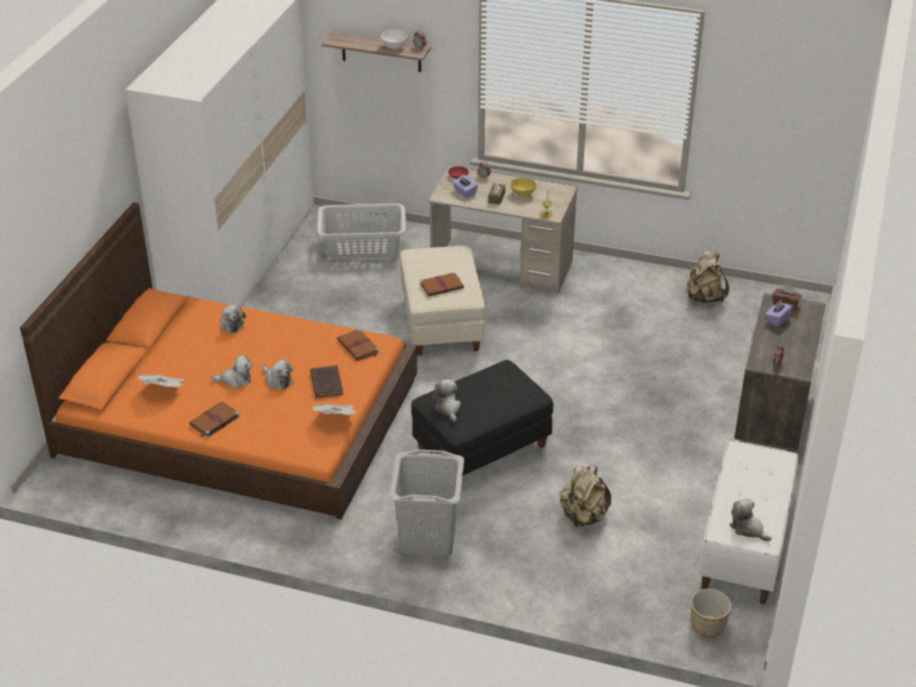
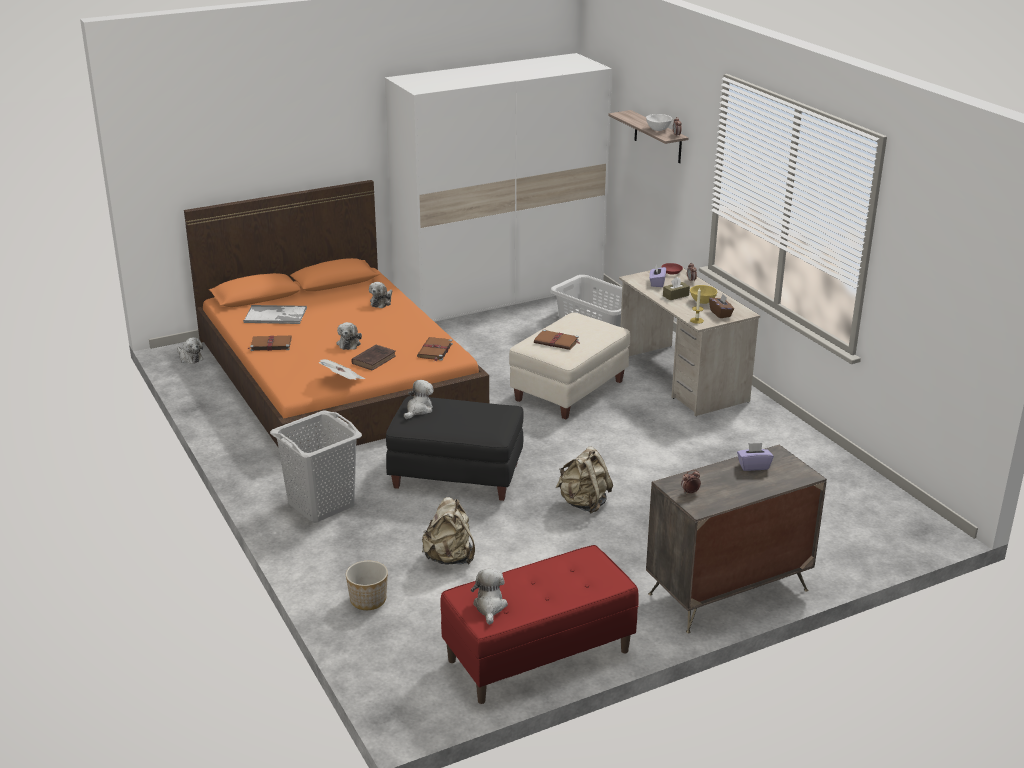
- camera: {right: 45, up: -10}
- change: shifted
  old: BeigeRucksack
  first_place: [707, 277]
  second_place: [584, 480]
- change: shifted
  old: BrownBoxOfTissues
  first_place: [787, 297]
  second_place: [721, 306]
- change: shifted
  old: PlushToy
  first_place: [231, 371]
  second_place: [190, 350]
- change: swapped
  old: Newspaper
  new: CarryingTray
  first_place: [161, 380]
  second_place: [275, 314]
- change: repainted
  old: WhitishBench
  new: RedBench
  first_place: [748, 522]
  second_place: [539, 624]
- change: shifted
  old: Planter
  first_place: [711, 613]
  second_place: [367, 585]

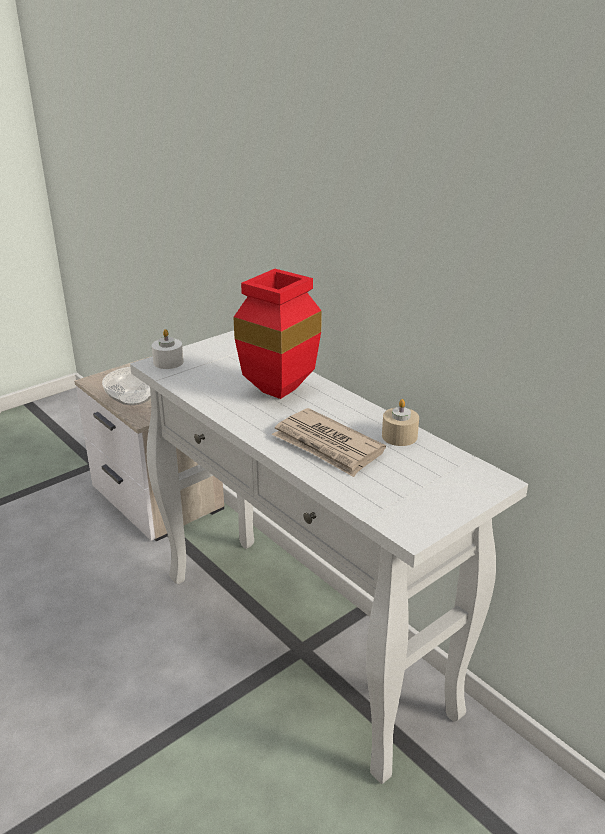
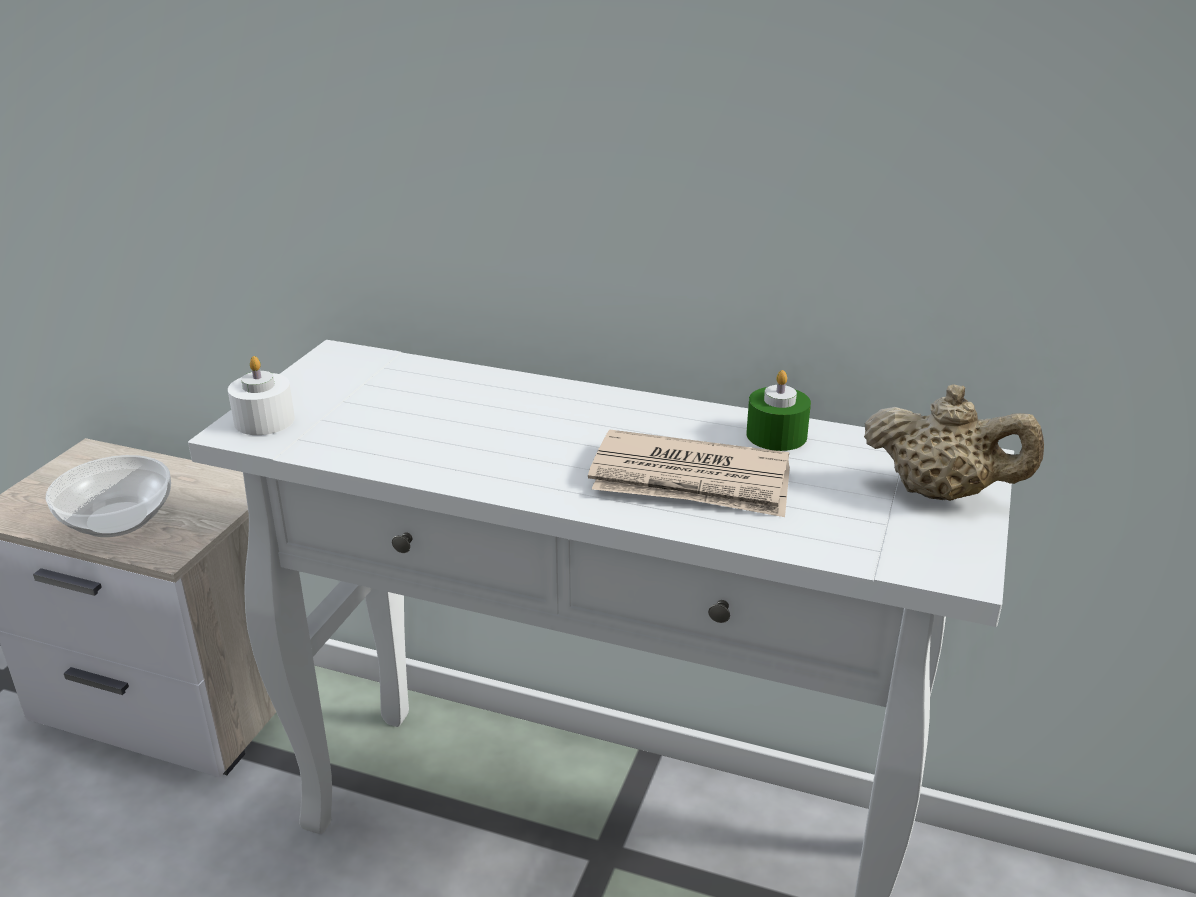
- camera: {right: -30, up: 0}
- change: gone
  old: RedDecorativeVase
  first_place: [277, 334]
- change: repainted
  old: BeigeCandle
  new: GreenishCandle
  first_place: [400, 422]
  second_place: [778, 410]
- change: new
  new: BeigePotForTea
  second_place: [954, 443]

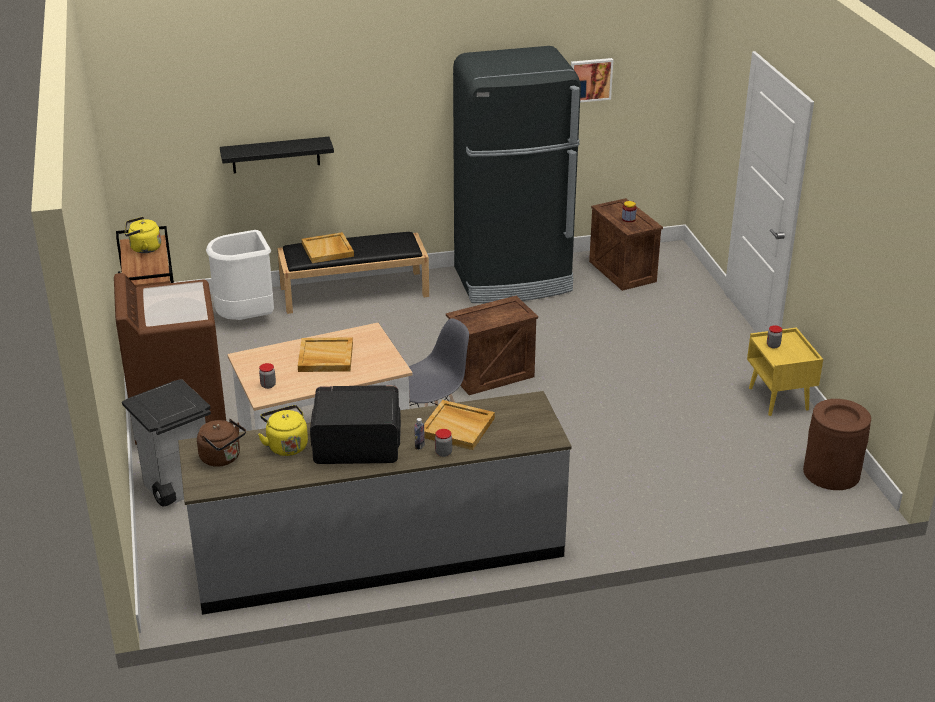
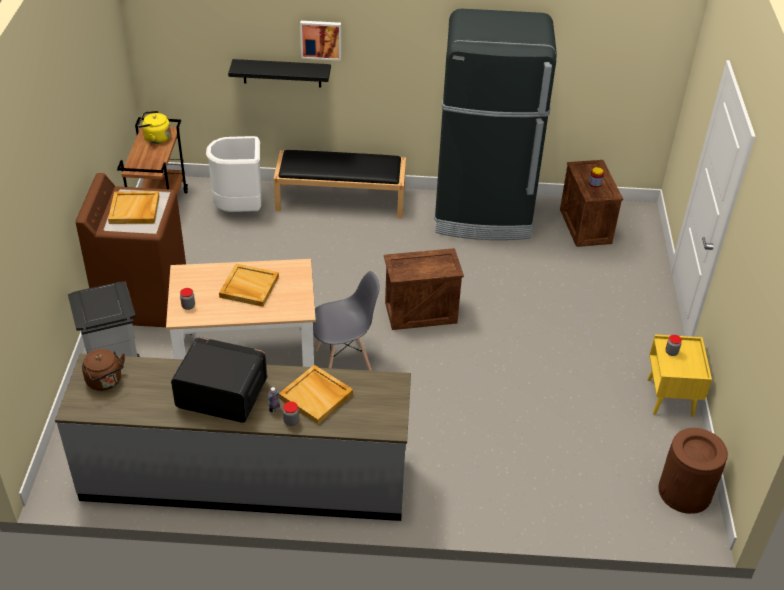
- camera: {right: 15, up: 10}
- change: shifted
  old: WallArt
  first_place: [592, 80]
  second_place: [320, 41]
- change: shifted
  old: BeigeCarryingTray
  first_place: [328, 247]
  second_place: [133, 207]
- change: gone
  old: YellowishKettle
  first_place: [283, 430]

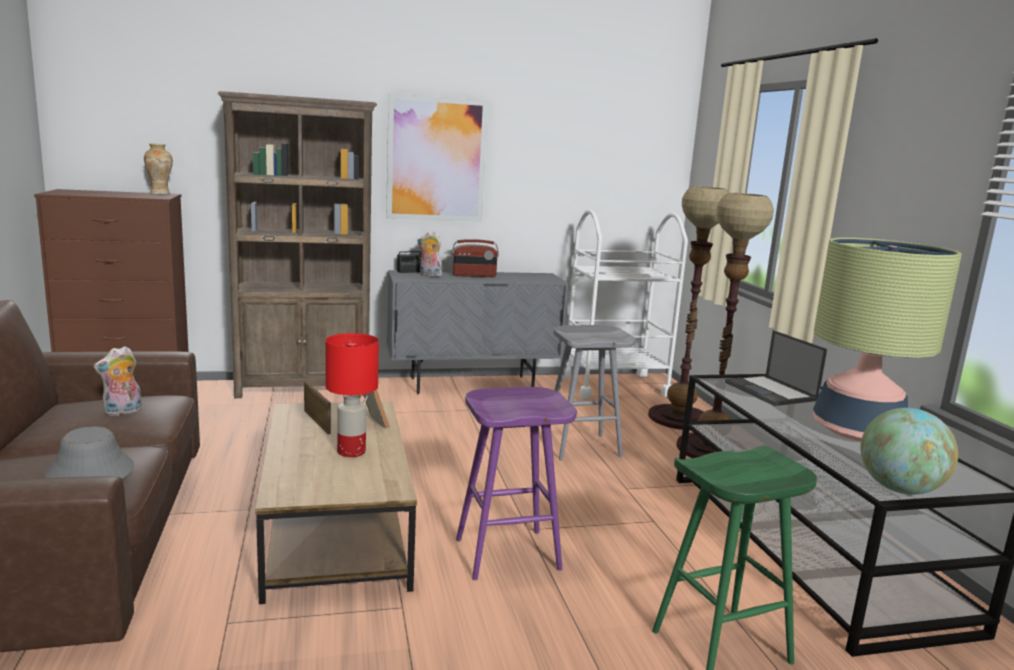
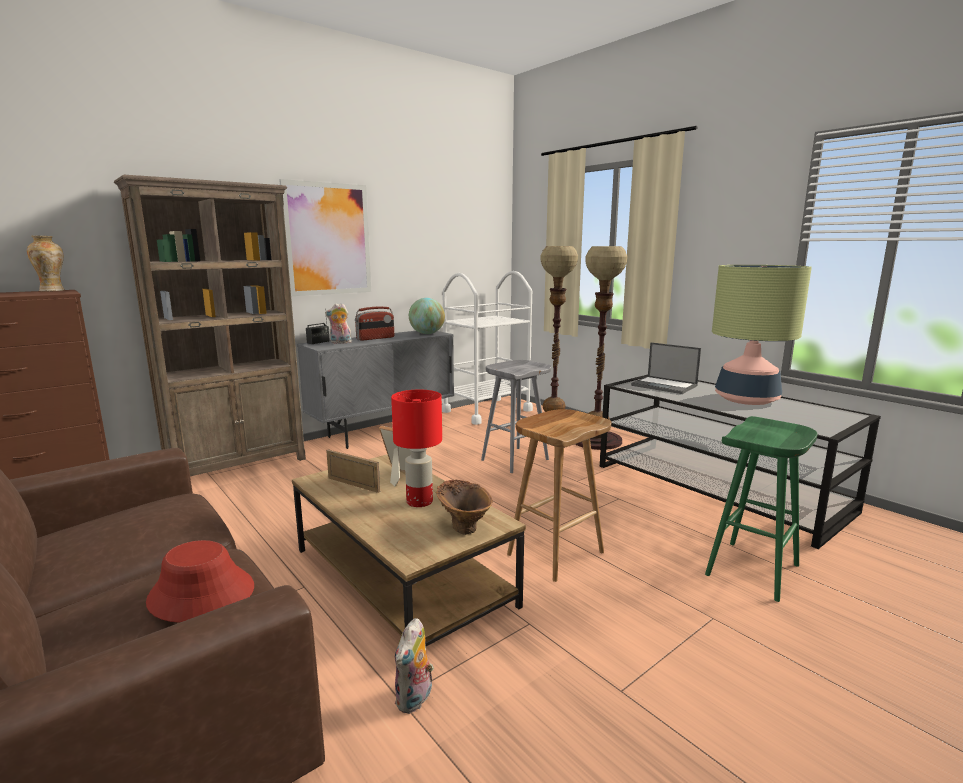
- camera: {right: -25, up: 0}
- change: shifted
  old: PlushToy
  first_place: [118, 381]
  second_place: [414, 666]
- change: repainted
  old: PurplishSittingStool
  new: BrownSittingStool
  first_place: [516, 483]
  second_place: [559, 495]
- change: shifted
  old: Globe
  first_place: [909, 451]
  second_place: [427, 316]
- change: repainted
  old: GreyWearableHat
  new: RedWearableHat
  first_place: [89, 453]
  second_place: [200, 581]
- change: new
  new: BrownDecorativeVase
  second_place: [464, 507]

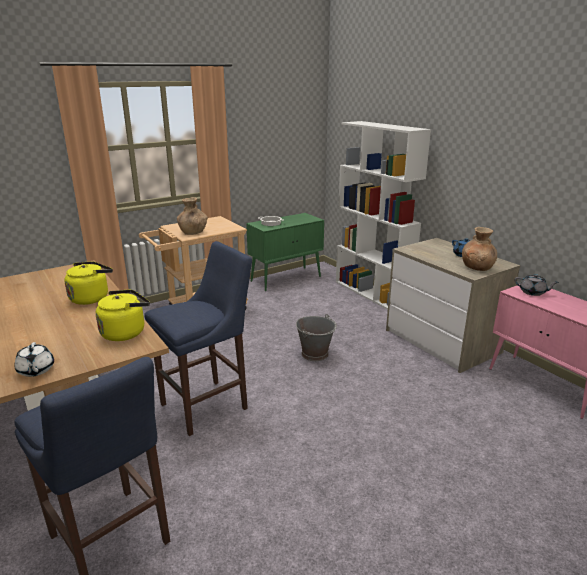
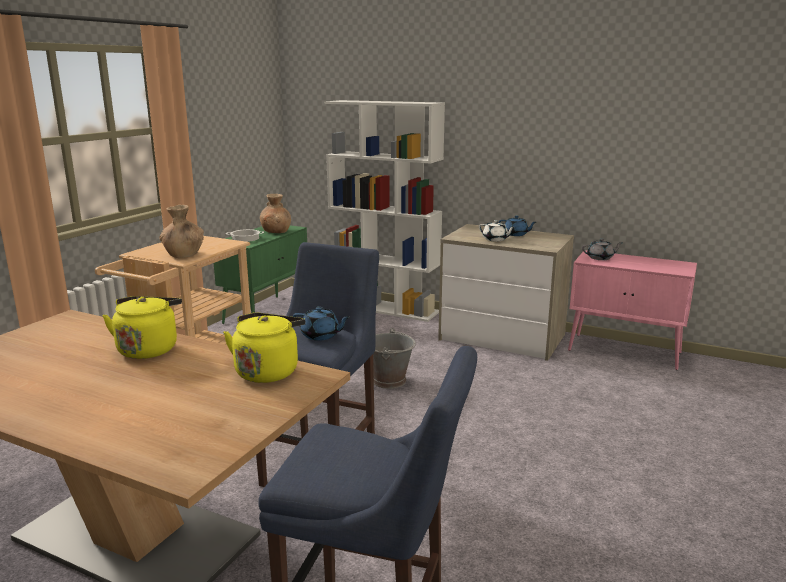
- camera: {right: -30, up: -5}
- change: shifted
  old: BrownDecorativeVase
  first_place: [479, 249]
  second_place: [275, 213]
- change: shifted
  old: WhitishPotForTea
  first_place: [34, 359]
  second_place: [497, 231]
- change: new
  new: BlueColouredPotForTea
  second_place: [321, 324]

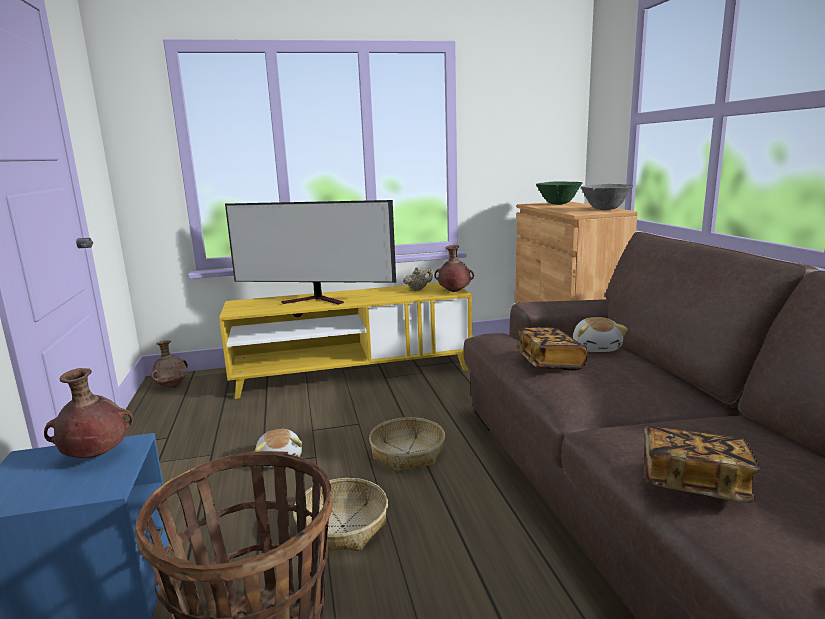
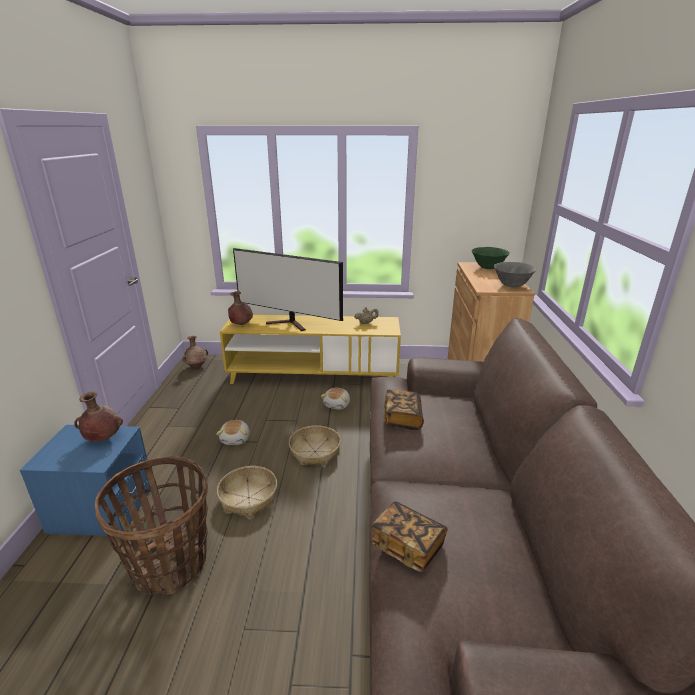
- camera: {right: 15, up: 10}
- change: shifted
  old: BrownDecorativeVase
  first_place: [454, 268]
  second_place: [240, 308]
- change: shifted
  old: PlushToy
  first_place: [600, 334]
  second_place: [335, 398]

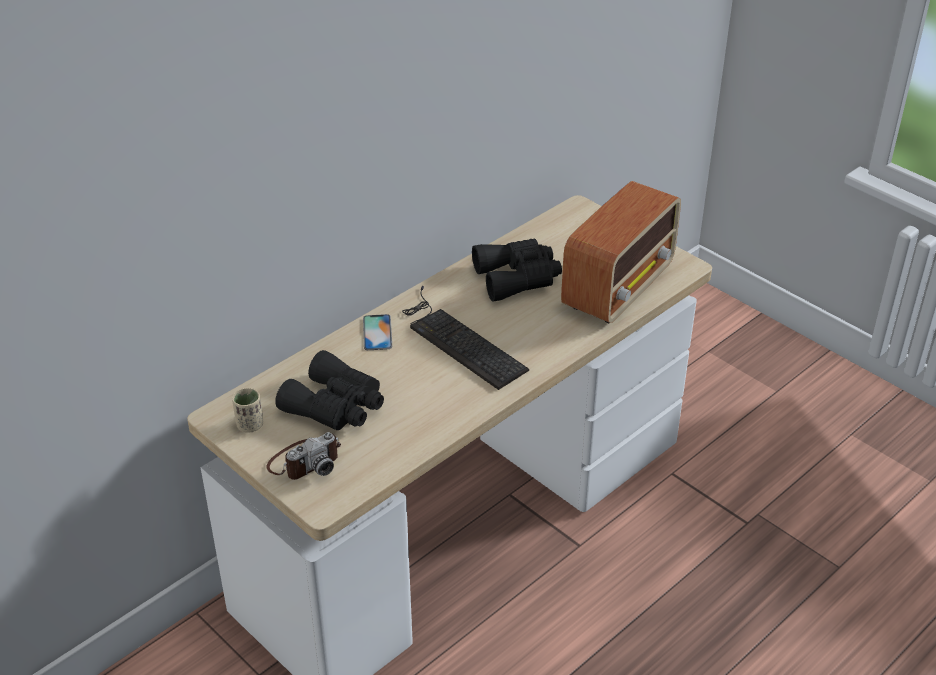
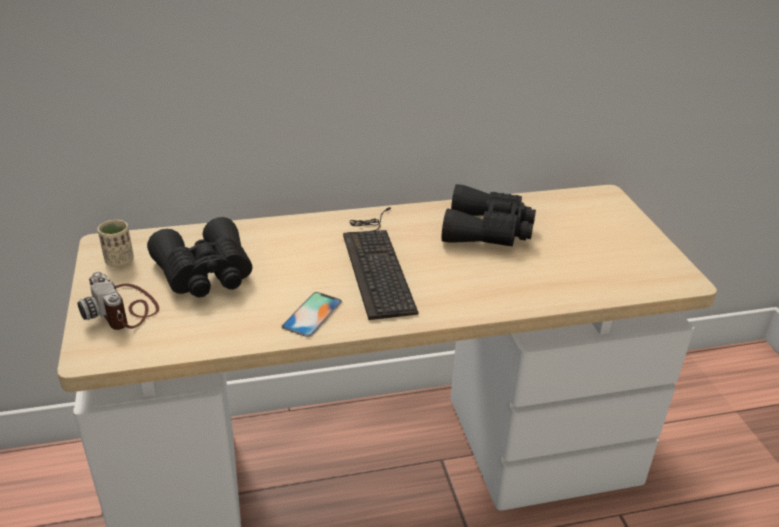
- camera: {right: 30, up: -5}
- change: gone
  old: Radio
  first_place: [621, 252]
- change: shifted
  old: Telephone
  first_place: [377, 332]
  second_place: [312, 314]
- change: rotated
  old: StillCamera
  first_place: [303, 456]
  second_place: [118, 301]
  degrees: 60

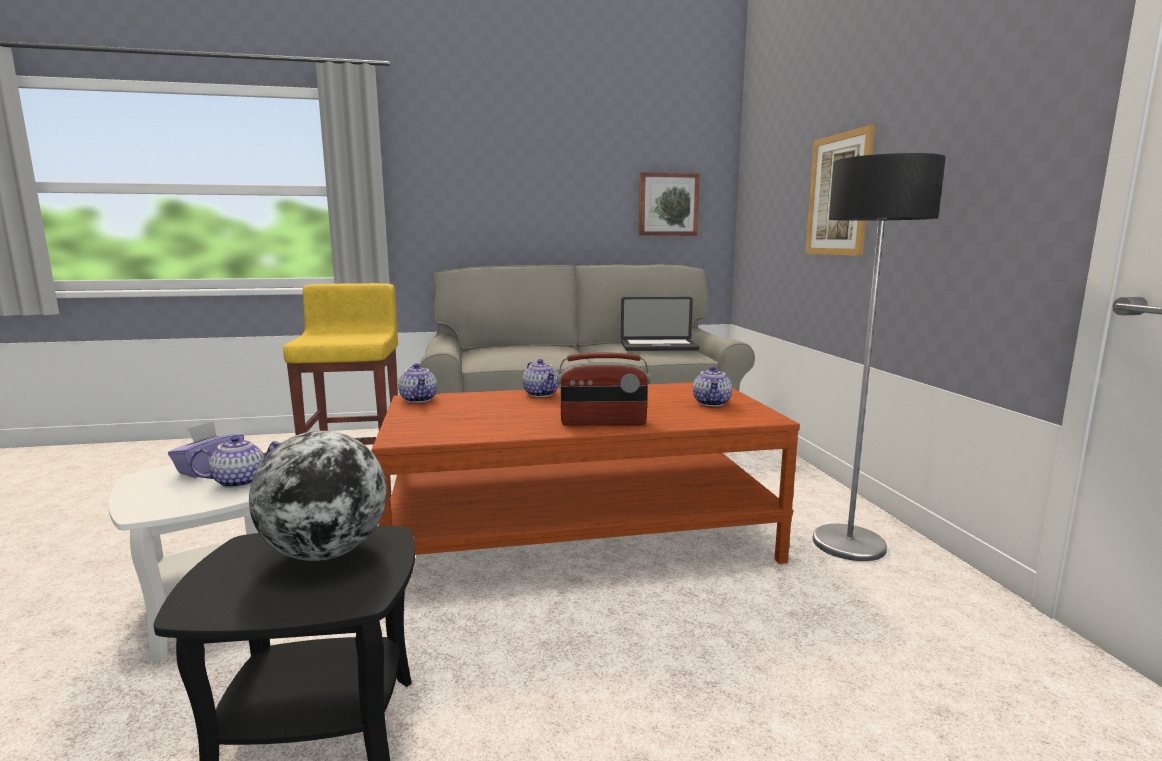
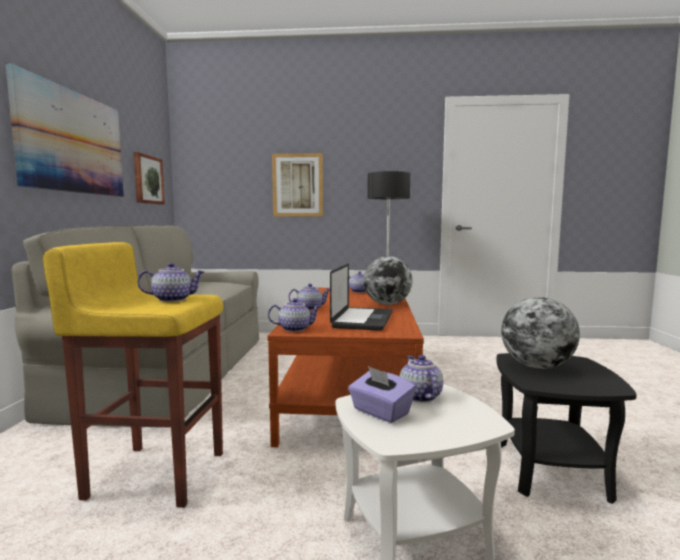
- camera: {right: -75, up: -5}
- change: shifted
  old: NotebookComputer
  first_place: [660, 324]
  second_place: [361, 297]
- change: swapped
  old: Radio
  new: Globe
  first_place: [603, 389]
  second_place: [388, 280]
- change: new
  new: WallArt
  second_place: [65, 130]
- change: new
  new: PotForTea
  second_place: [170, 282]

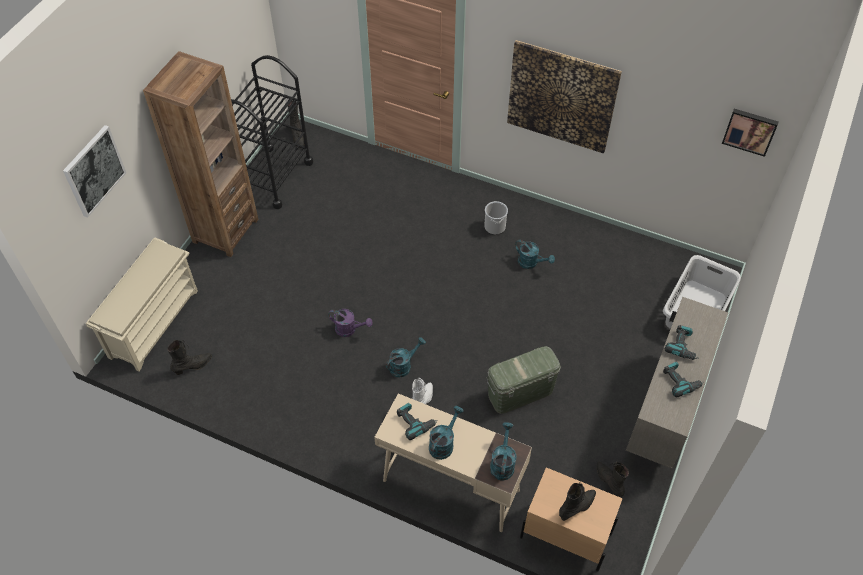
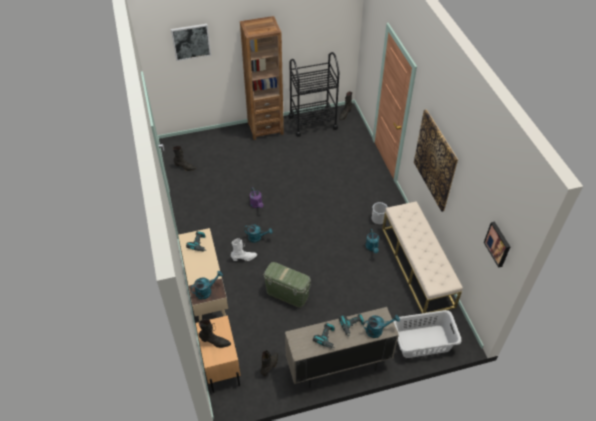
- camera: {right: 50, up: -5}
- change: gone
  old: BeigeShoeShelf
  first_place: [142, 304]
- change: shifted
  old: TurquoiseColouredWateringCan
  first_place: [446, 433]
  second_place: [381, 326]
- change: new
  new: BeigeBench
  second_place: [422, 257]

